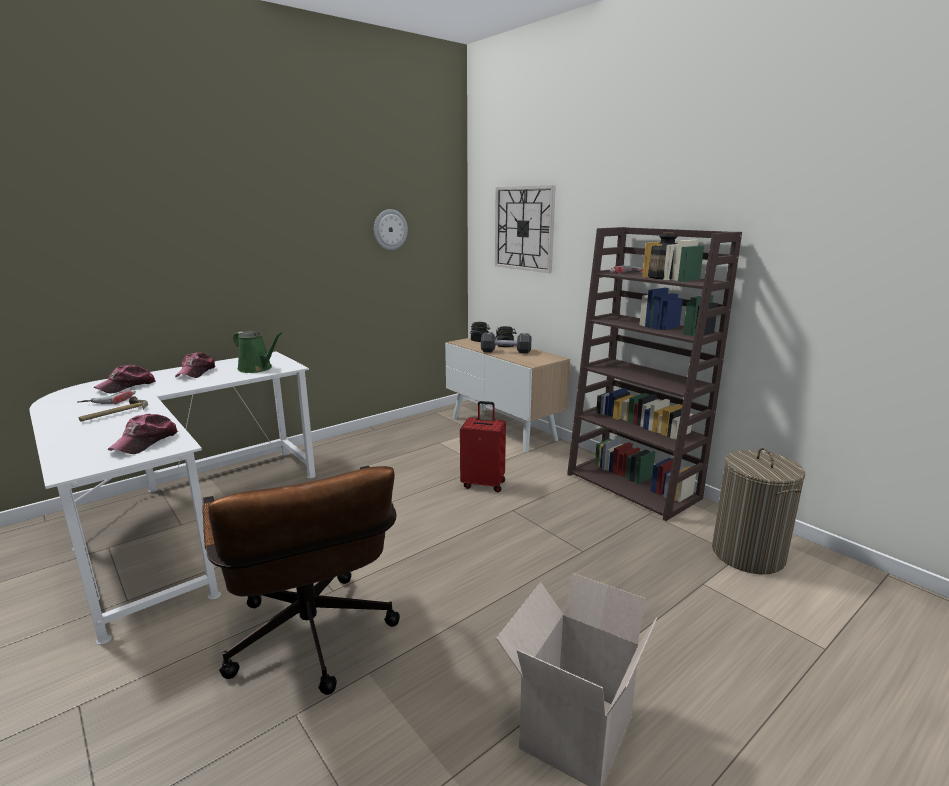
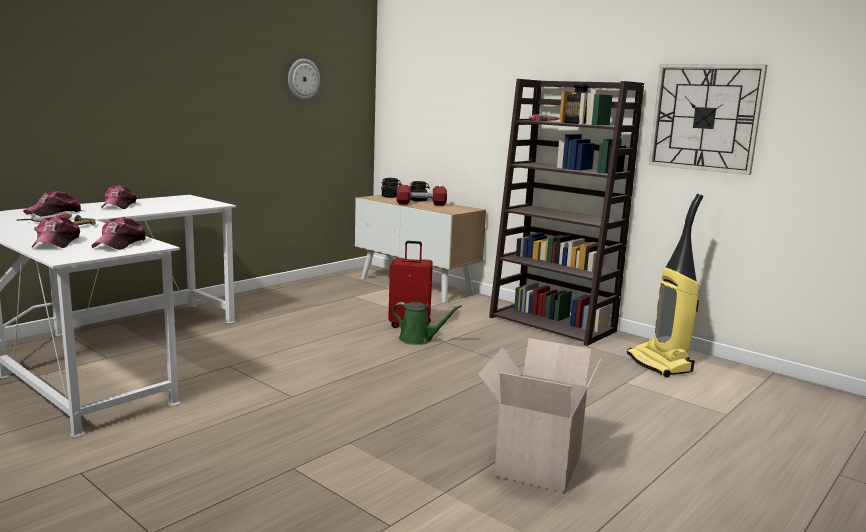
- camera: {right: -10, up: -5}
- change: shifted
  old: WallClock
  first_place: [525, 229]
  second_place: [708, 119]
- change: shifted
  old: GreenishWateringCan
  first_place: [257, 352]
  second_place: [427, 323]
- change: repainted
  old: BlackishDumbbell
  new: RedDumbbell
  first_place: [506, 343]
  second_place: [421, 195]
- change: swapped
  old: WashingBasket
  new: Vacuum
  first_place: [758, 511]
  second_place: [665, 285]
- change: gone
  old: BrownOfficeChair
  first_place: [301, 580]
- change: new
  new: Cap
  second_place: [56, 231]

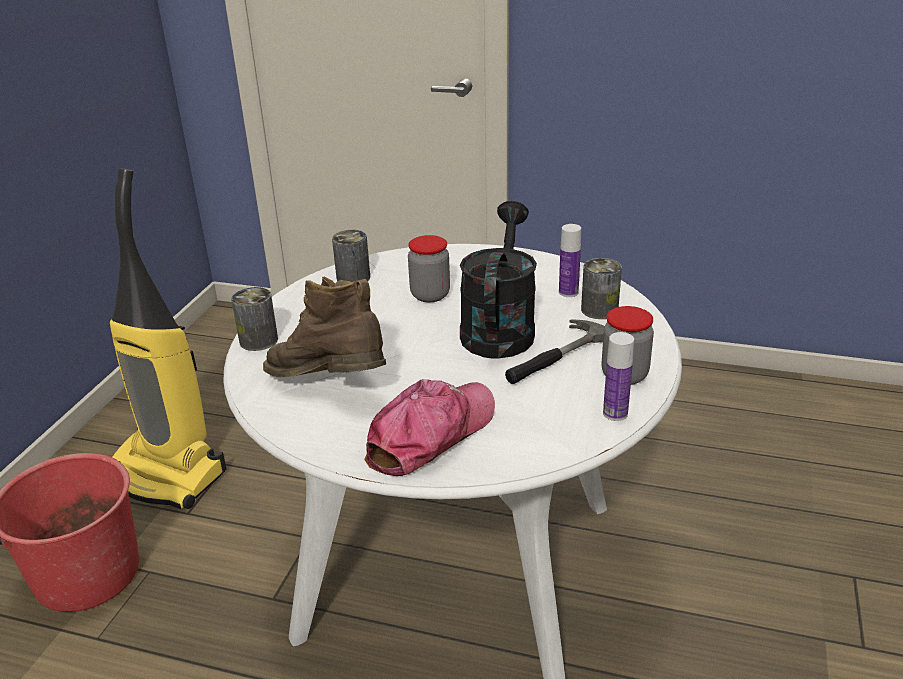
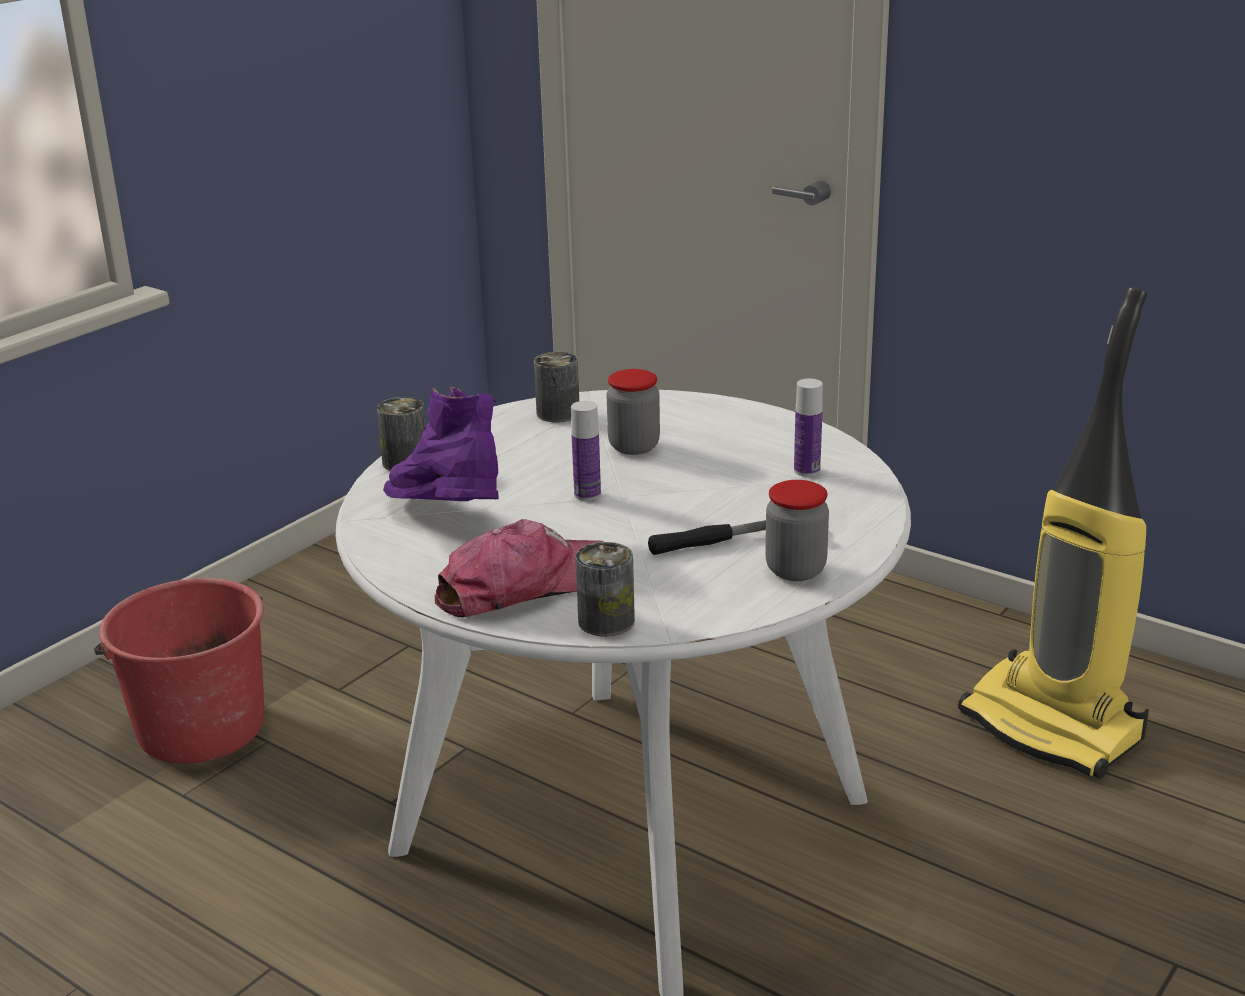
- camera: {right: 20, up: -5}
- change: shifted
  old: Vacuum
  first_place: [168, 338]
  second_place: [1053, 533]
- change: gone
  old: BlackishWateringCan
  first_place: [498, 280]
- change: shifted
  old: SealedCan
  first_place: [601, 288]
  second_place: [605, 589]
- change: repainted
  old: BrownHighTopBoot
  new: PurplishHighTopBoot
  first_place: [324, 327]
  second_place: [441, 444]
- change: shifted
  old: BeverageBottle
  first_place: [618, 376]
  second_place: [586, 451]

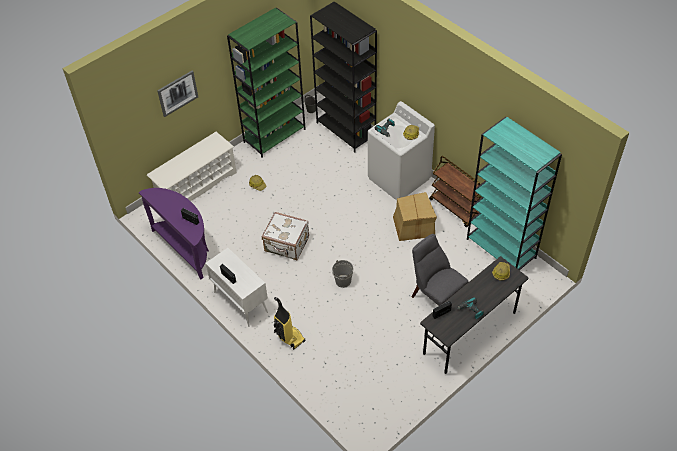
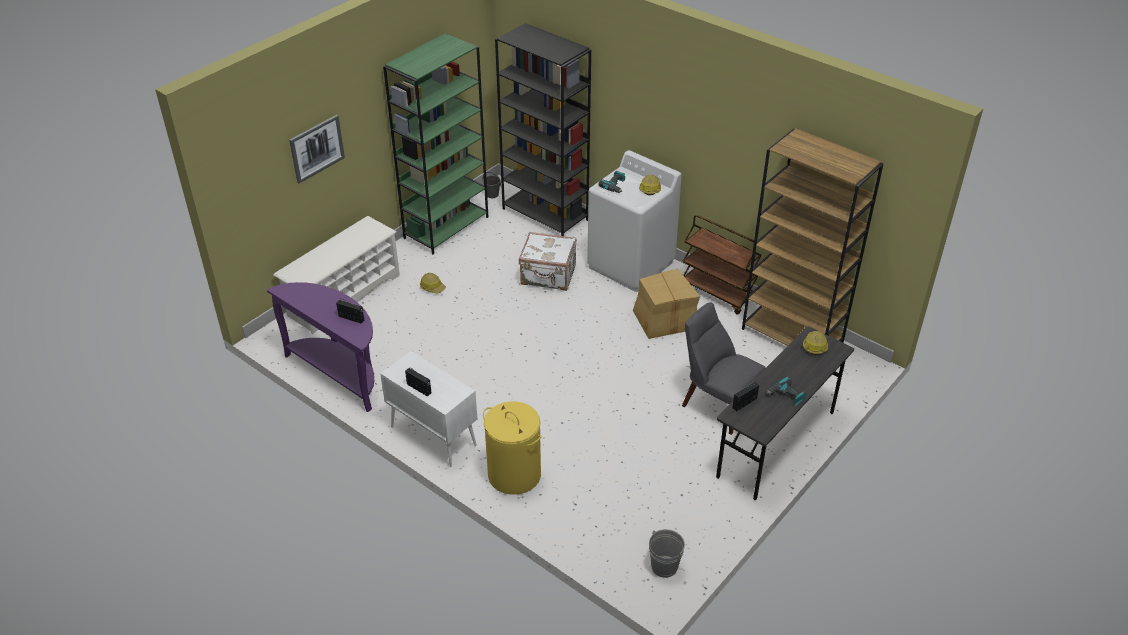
- camera: {right: -10, up: -10}
- change: repainted
  old: TurquoiseColouredShelvingUnit
  new: BrownShelvingUnit
  first_place: [514, 193]
  second_place: [812, 237]
- change: shifted
  old: WhitishPieceOfLuggage
  first_place: [285, 236]
  second_place: [548, 261]
- change: shifted
  old: GreyBucket
  first_place: [342, 274]
  second_place: [667, 553]
- change: swapped
  old: Vacuum
  new: YellowishWashingBasket
  first_place: [289, 323]
  second_place: [512, 448]

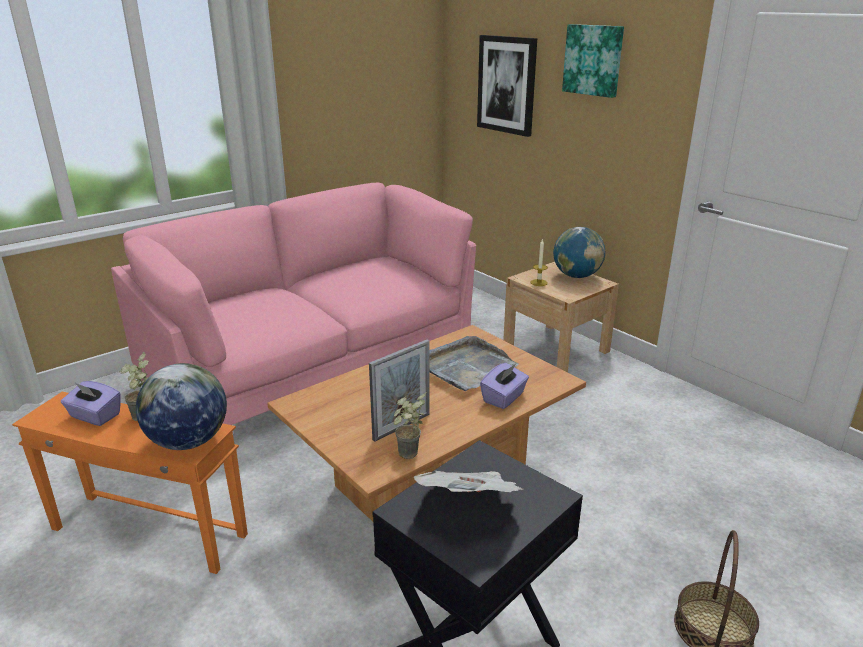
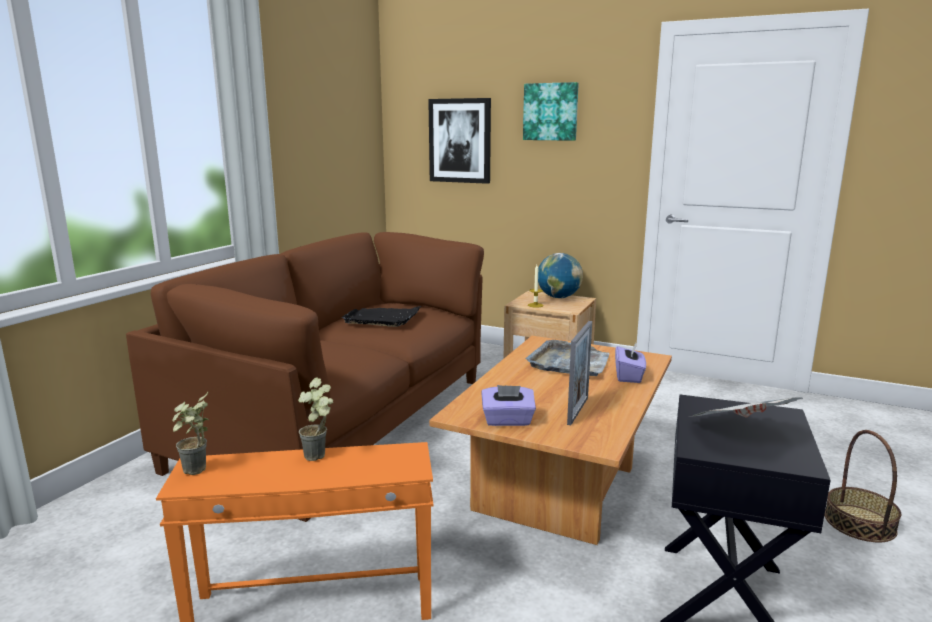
- camera: {right: -25, up: -10}
- change: repainted
  old: PinkColouredSofa
  new: BrownSofa
  first_place: [293, 303]
  second_place: [305, 377]
- change: gone
  old: Globe
  first_place: [181, 406]
- change: shifted
  old: PurplishBoxOfTissues
  first_place: [91, 403]
  second_place: [508, 405]
- change: shifted
  old: PottedPlant
  first_place: [410, 425]
  second_place: [190, 433]
- change: new
  new: BlackishCarryingTray
  second_place: [381, 316]

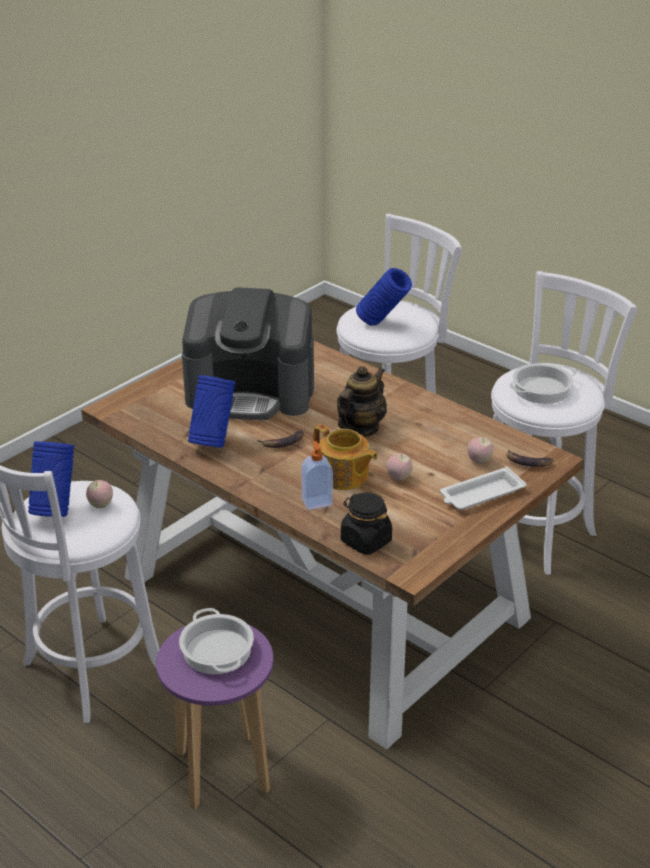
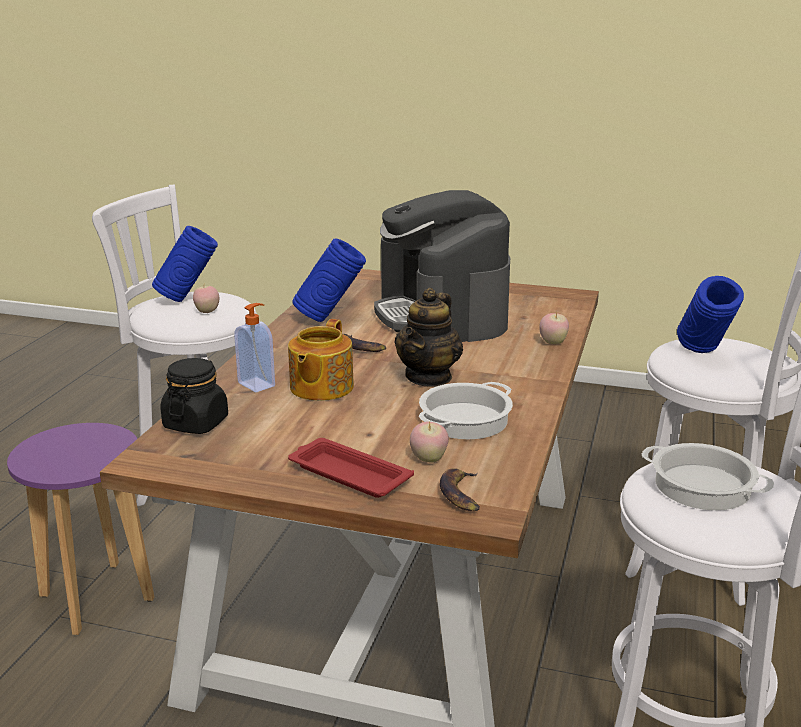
- camera: {right: 65, up: -10}
- change: rotated
  old: PotForTea
  first_place: [362, 401]
  second_place: [429, 337]
  degrees: 105
- change: shifted
  old: Apple
  first_place: [399, 467]
  second_place: [554, 328]
- change: repainted
  old: WhitishCarryingTray
  new: RedCarryingTray
  first_place: [483, 488]
  second_place: [351, 468]
- change: shifted
  old: Saucepot
  first_place: [216, 641]
  second_place: [466, 410]

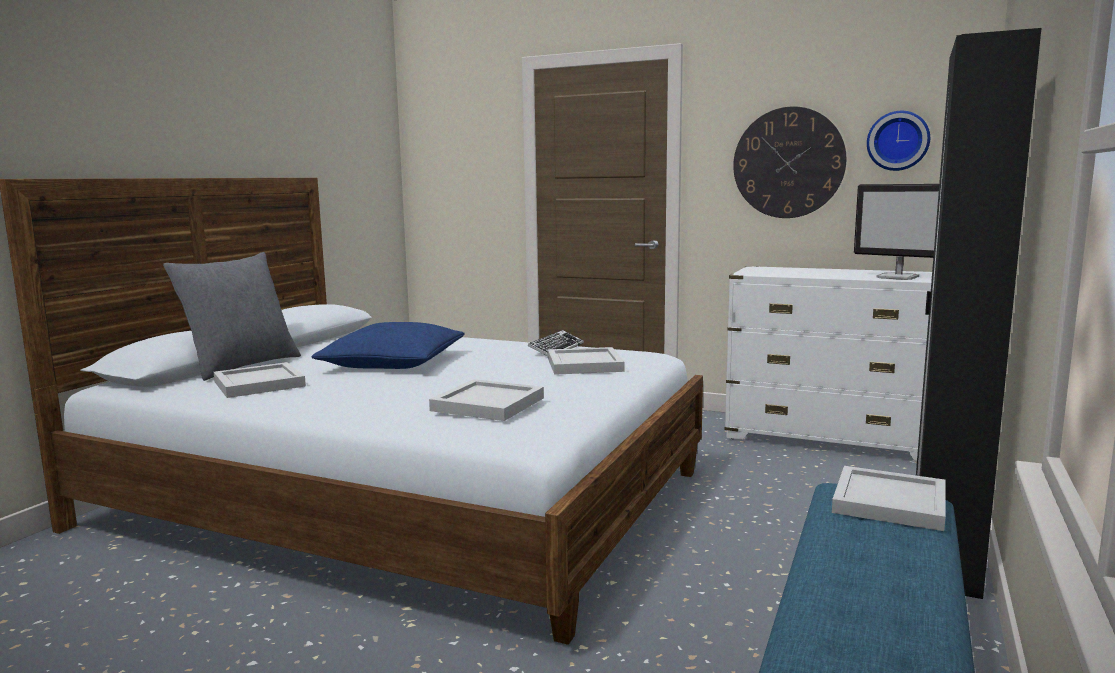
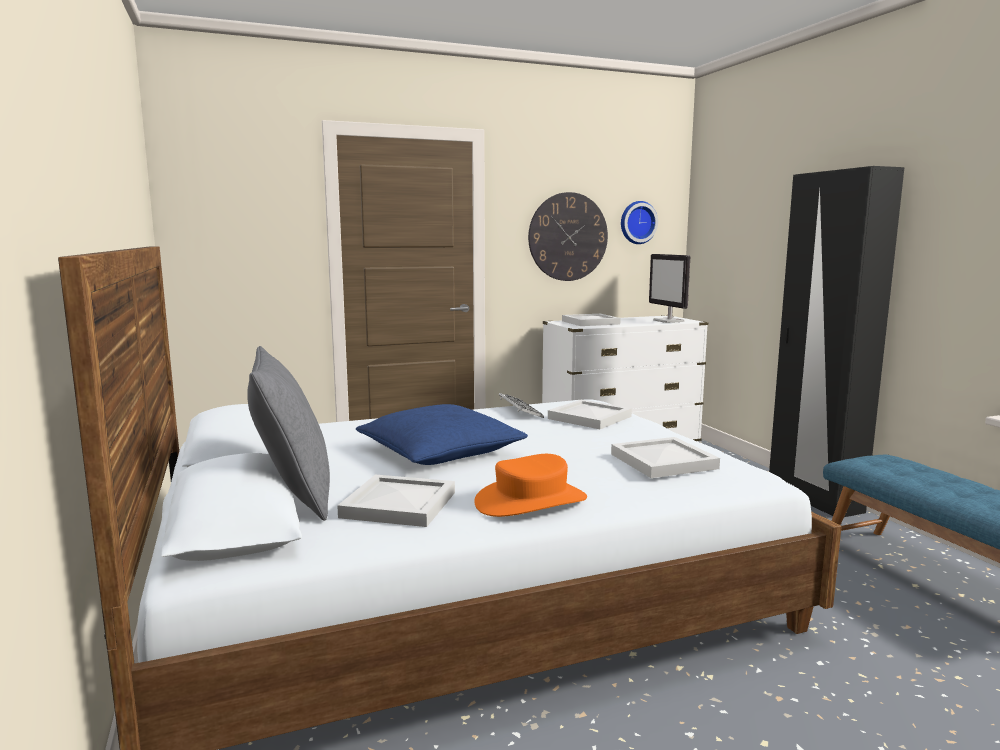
- camera: {right: -45, up: 0}
- change: rotated
  old: ComputerDisplay
  first_place: [896, 232]
  second_place: [669, 288]
  degrees: 75
- change: shifted
  old: WhitishCarryingTray
  first_place: [889, 498]
  second_place: [591, 320]
- change: new
  new: OrangeyWearableHat
  second_place: [530, 485]

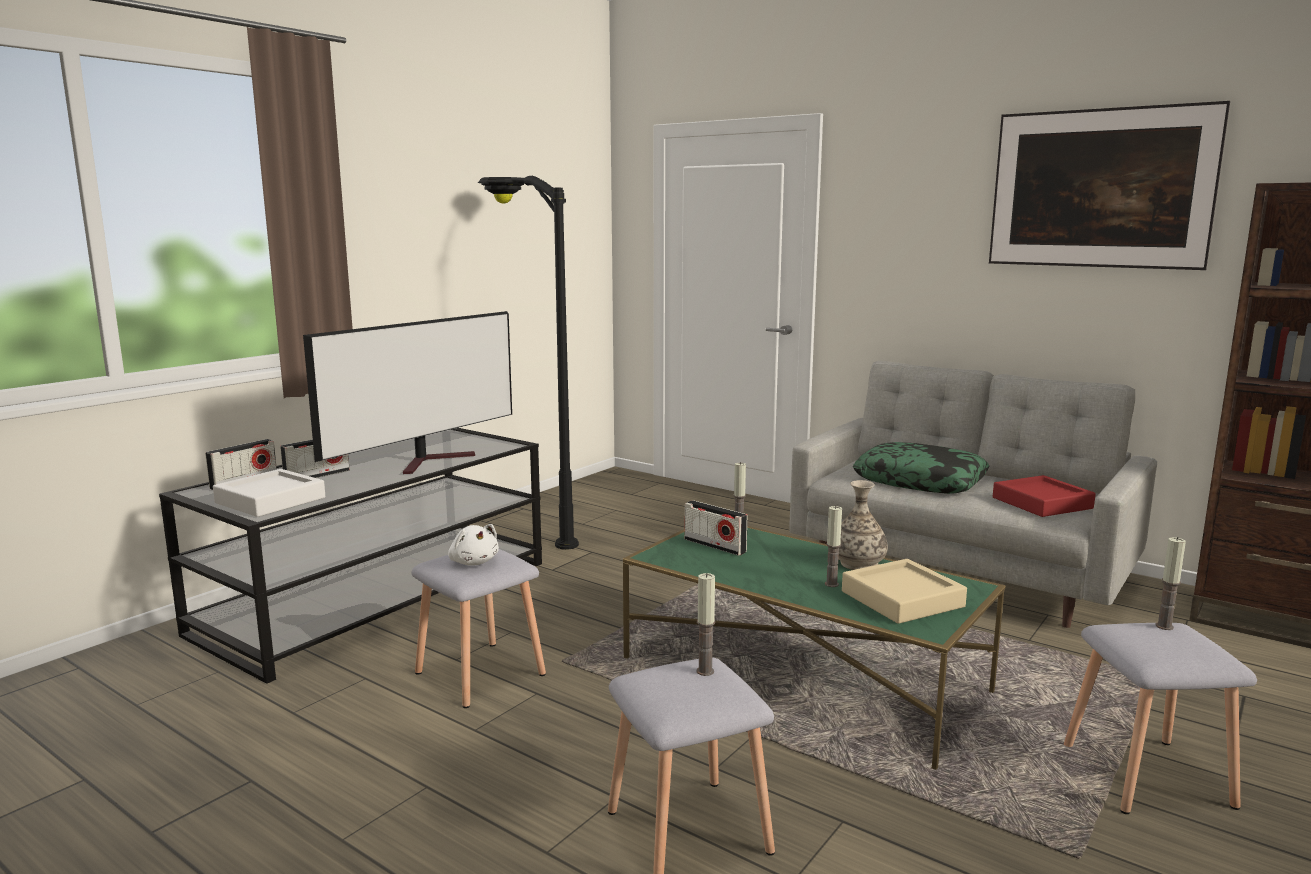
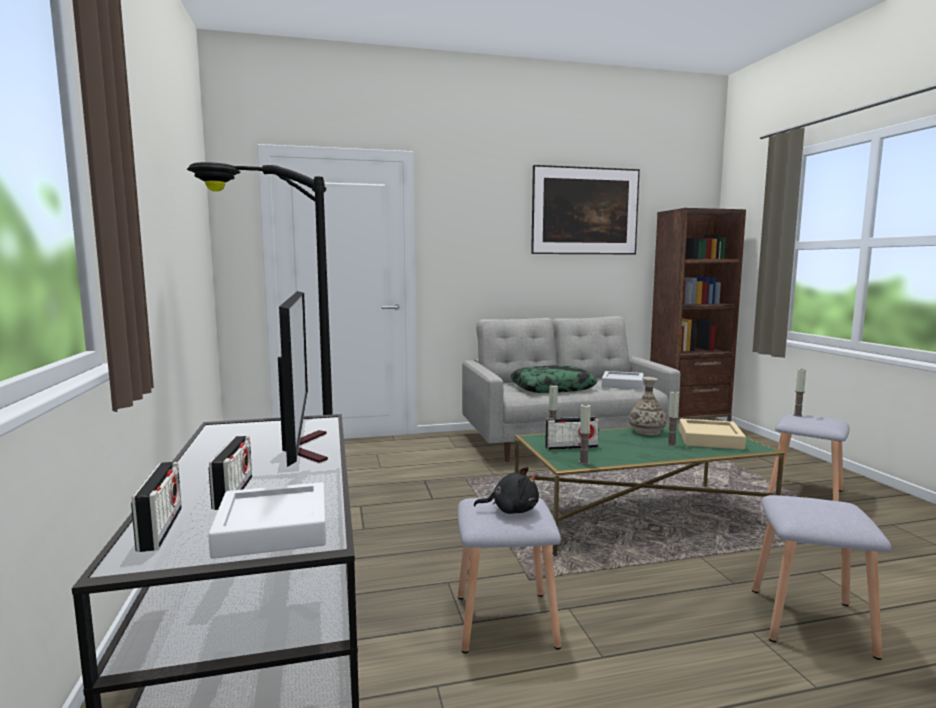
- camera: {right: -50, up: -5}
- change: repainted
  old: RedCarryingTray
  new: GreyCarryingTray
  first_place: [1044, 496]
  second_place: [623, 380]
- change: repainted
  old: WhitishPlushToy
  new: BlackishPlushToy
  first_place: [473, 544]
  second_place: [506, 490]
- change: shifted
  old: Candle
  first_place: [705, 624]
  second_place: [585, 434]

